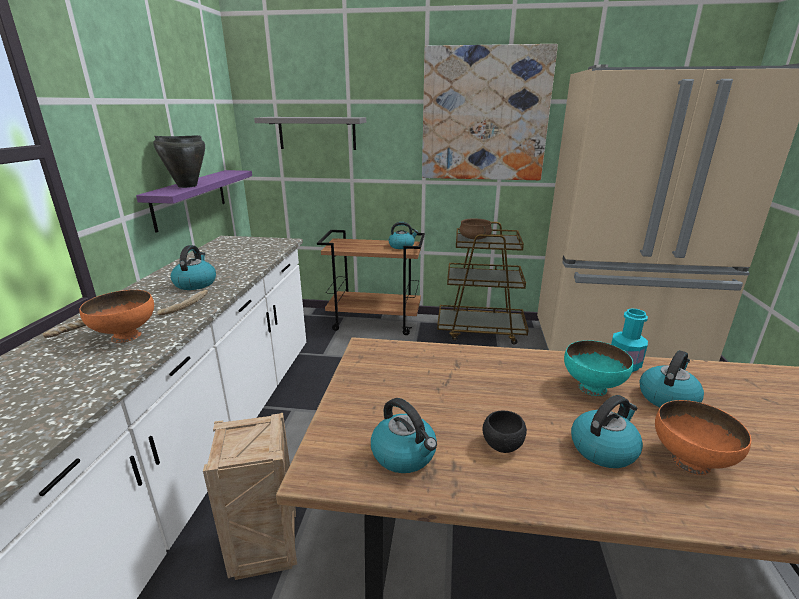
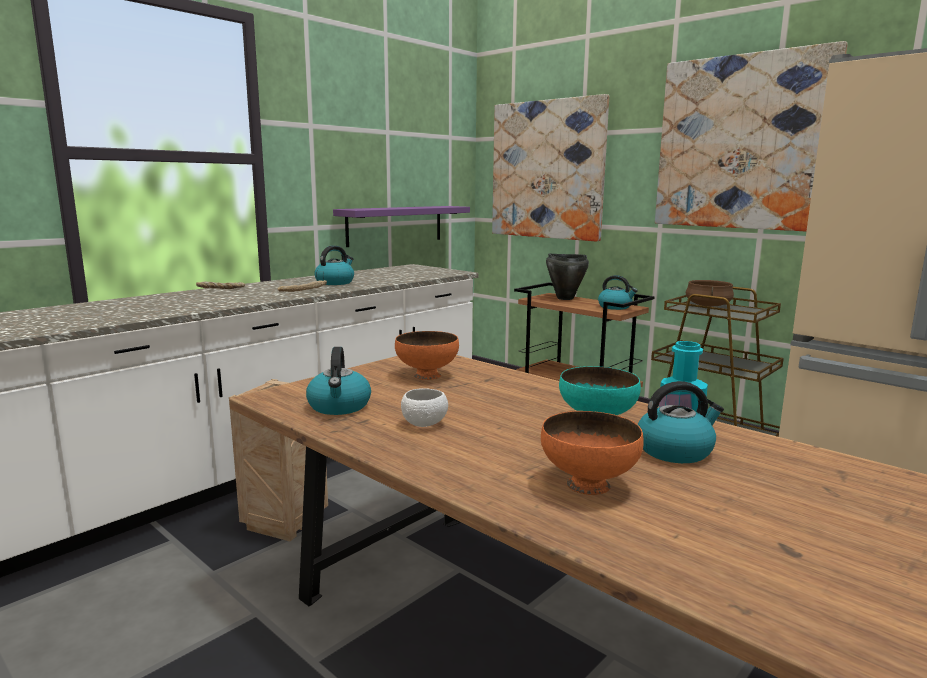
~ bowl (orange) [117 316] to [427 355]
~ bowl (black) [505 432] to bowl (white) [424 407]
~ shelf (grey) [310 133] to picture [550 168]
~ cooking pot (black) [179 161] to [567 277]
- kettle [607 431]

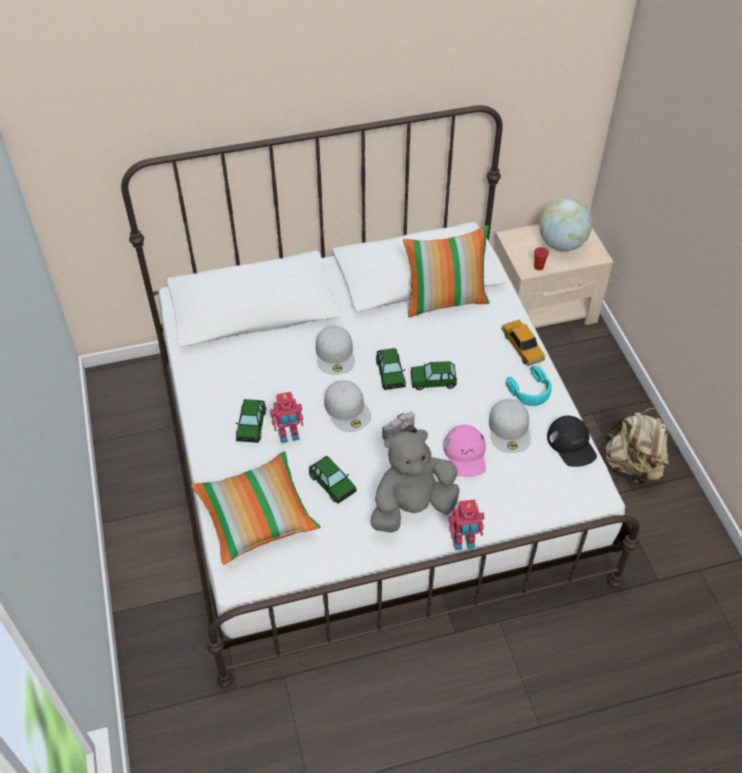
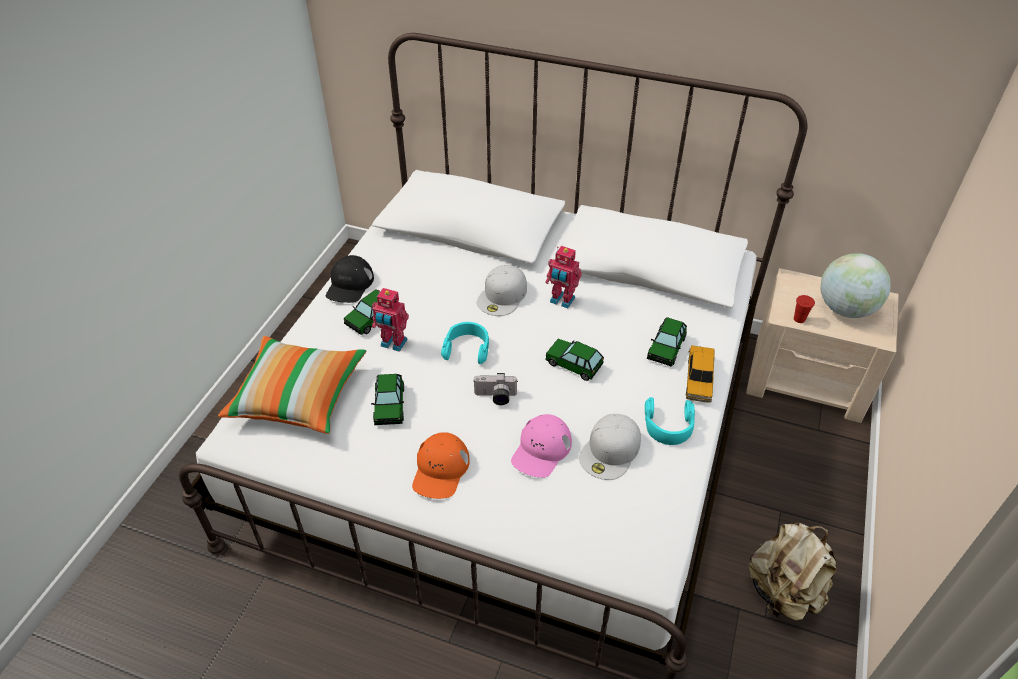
~ cap (black) [572 441] to [350 279]
~ plush toy (grey) [415 481] to cap (orange) [441 465]
~ cap (white) [347 406] to headphones (turquoise) [465 343]
~ toy robot [466 525] to [563 277]
~ toy car [391 369] to [667 342]
- pillow [446 271]

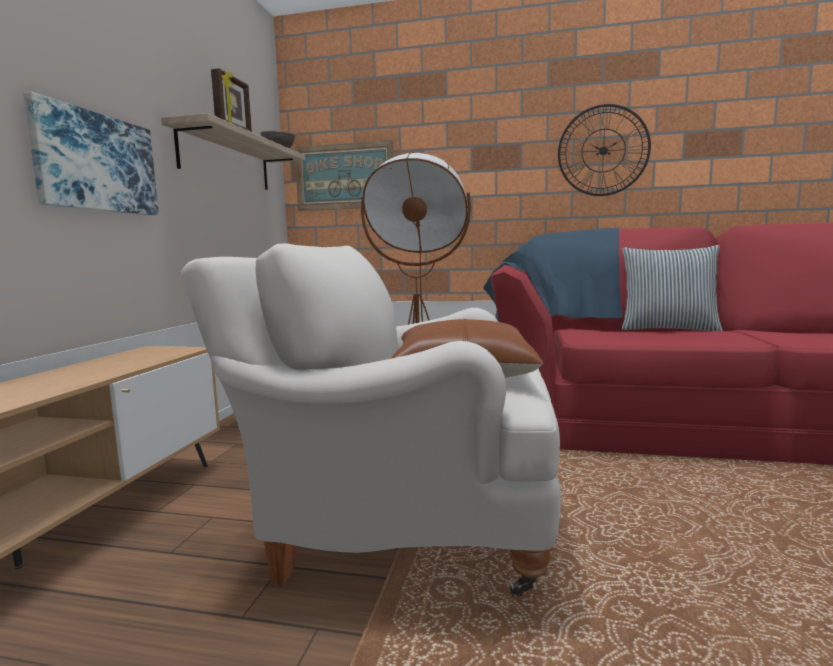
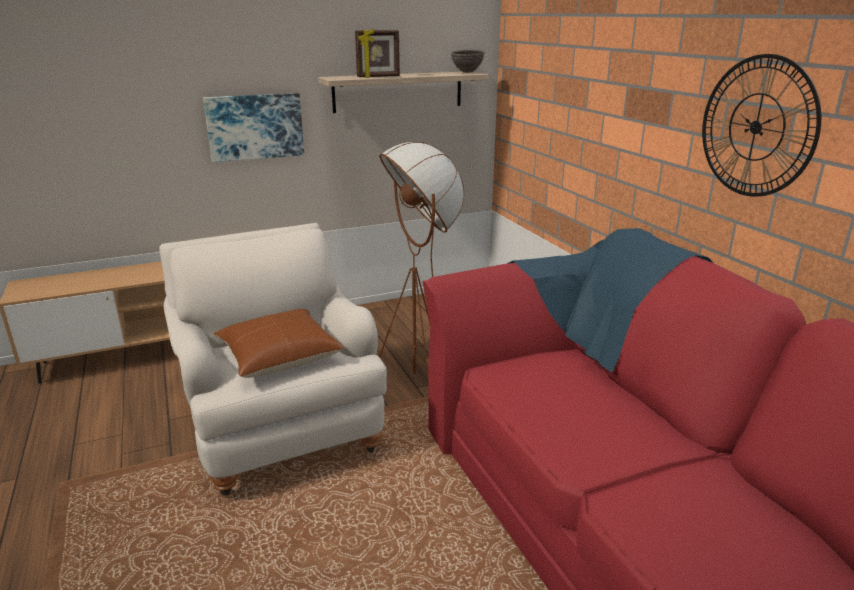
- picture [344 175]
- pillow [672 288]

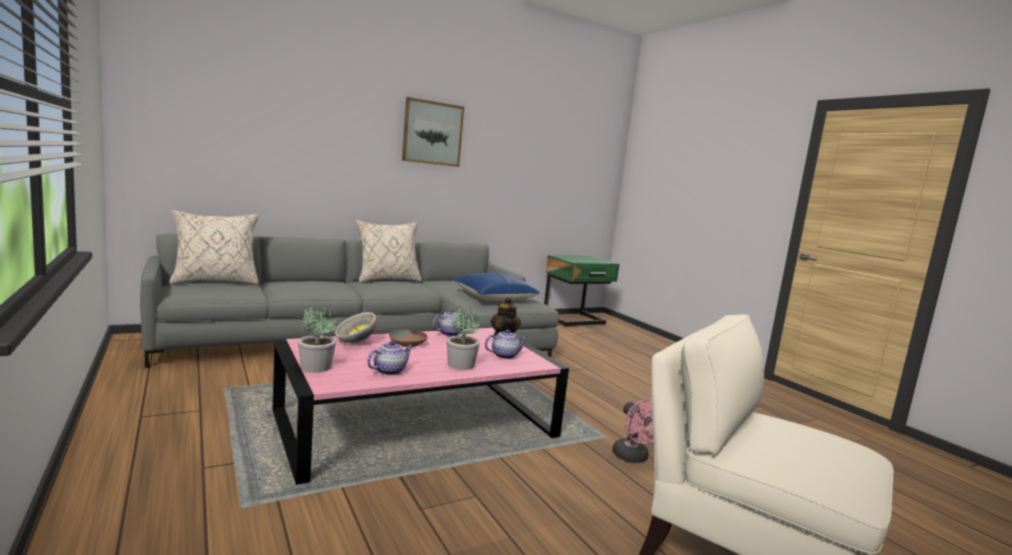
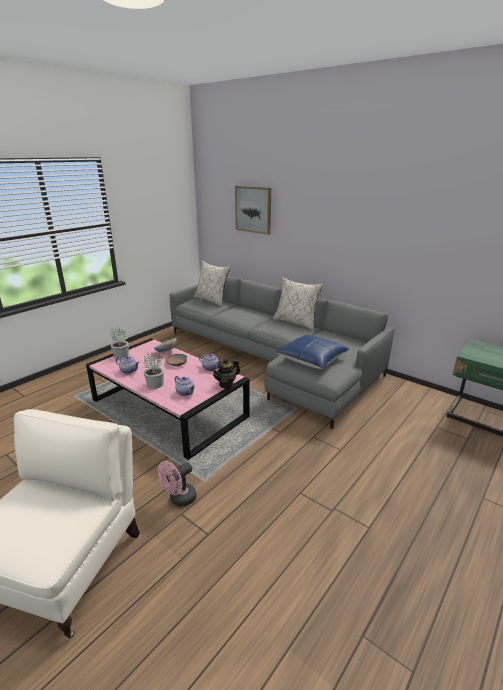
~ picture [433 132] to [253 210]

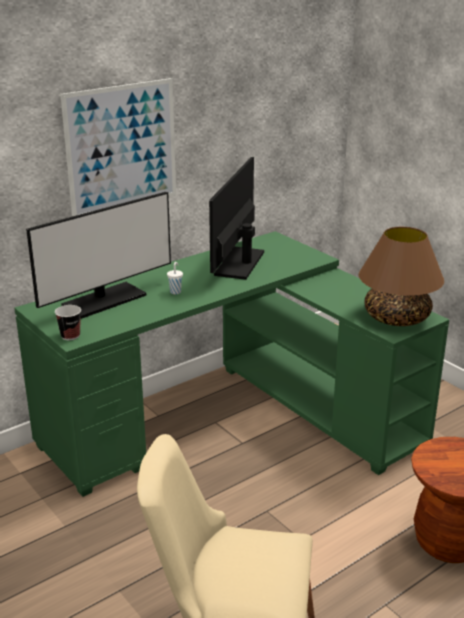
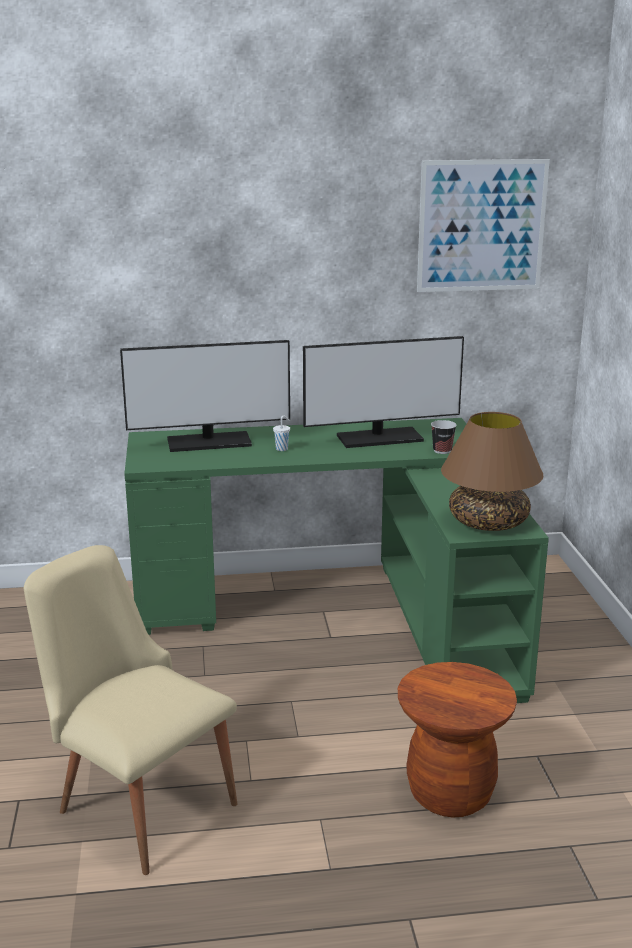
~ monitor [236 218] = [383 392] 150 degrees counterclockwise
~ picture [118 147] to [483 225]
~ cup [68 323] to [444 437]

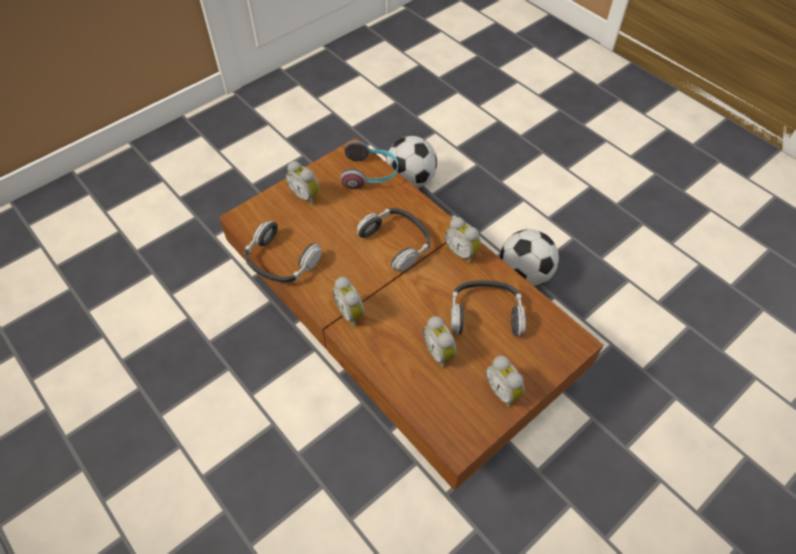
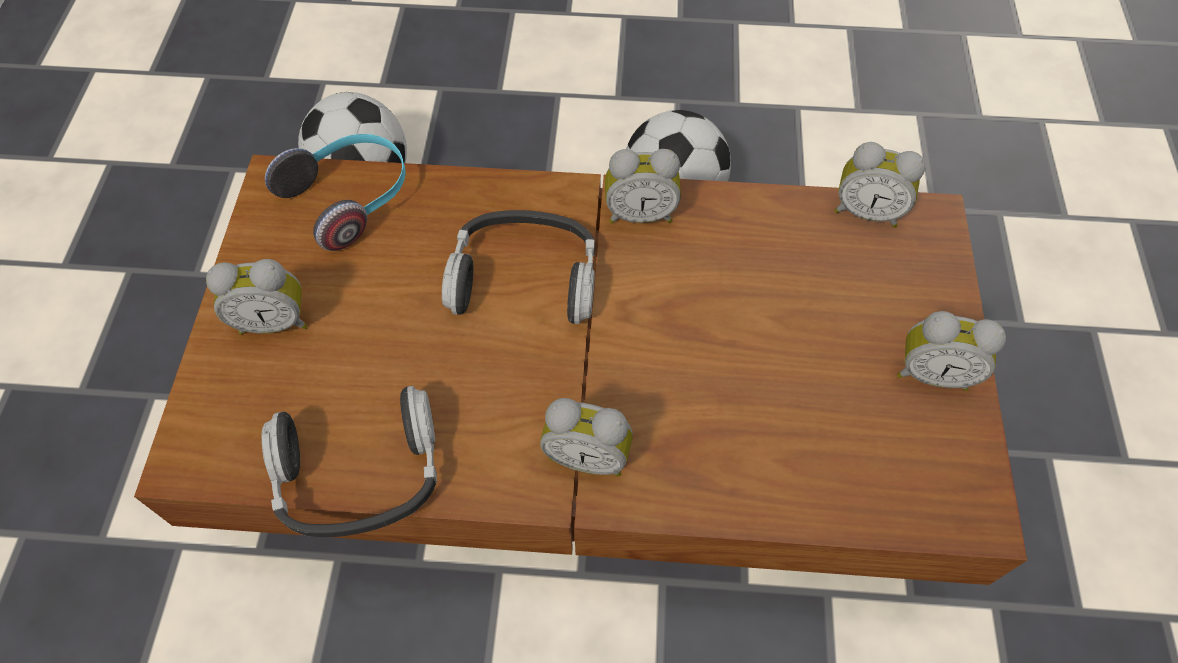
~ alarm clock [440 342] to [879 185]
- headphones [488 308]

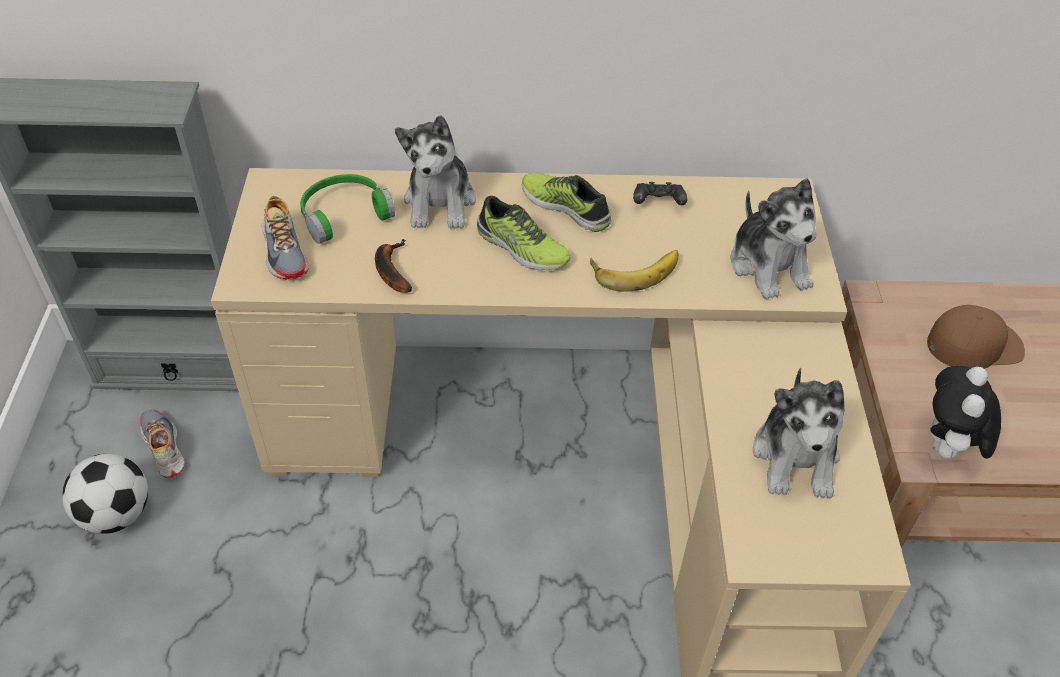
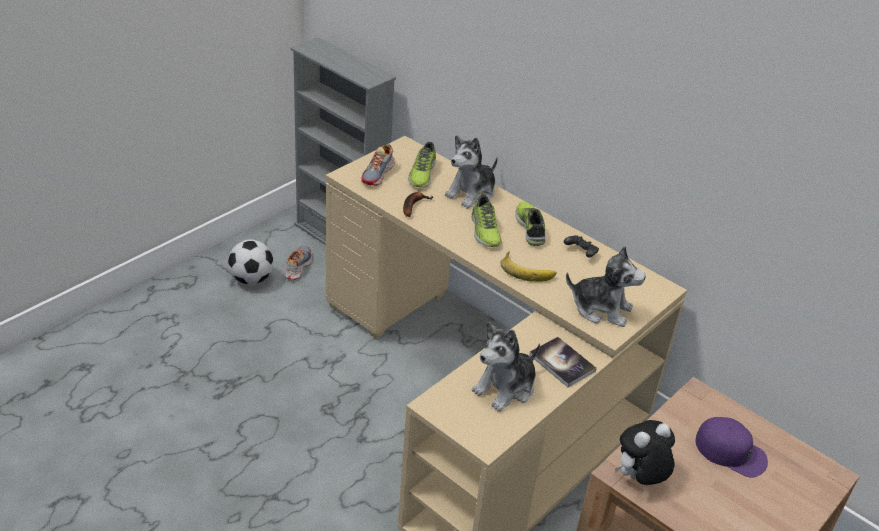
~ headphones (green) [347 209] to shoe [422 164]
+ book [563 362]
~ plush toy [773 239] = [606 286] 90 degrees counterclockwise
~ cap (brown) [976 337] to cap (purple) [732 447]

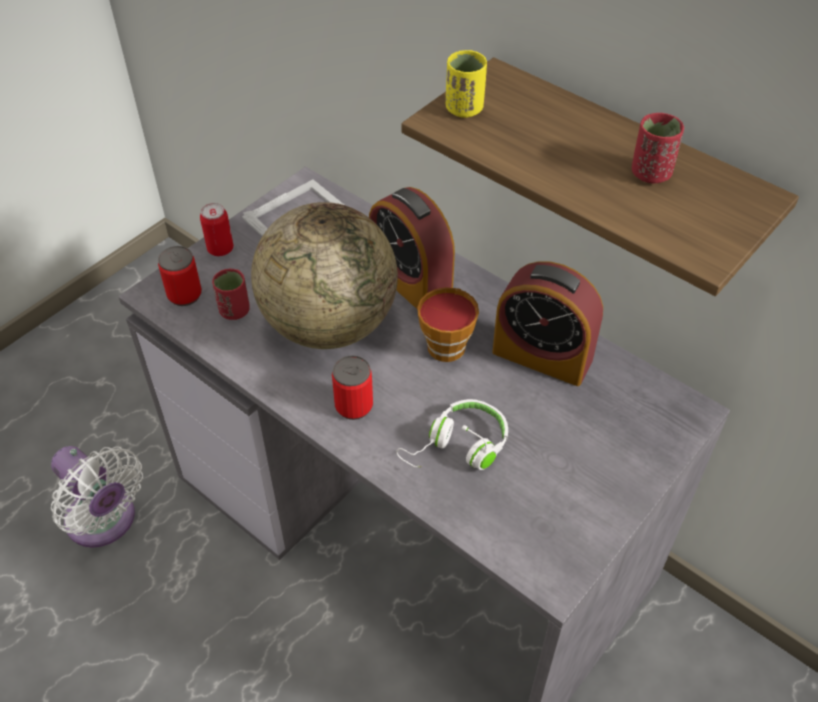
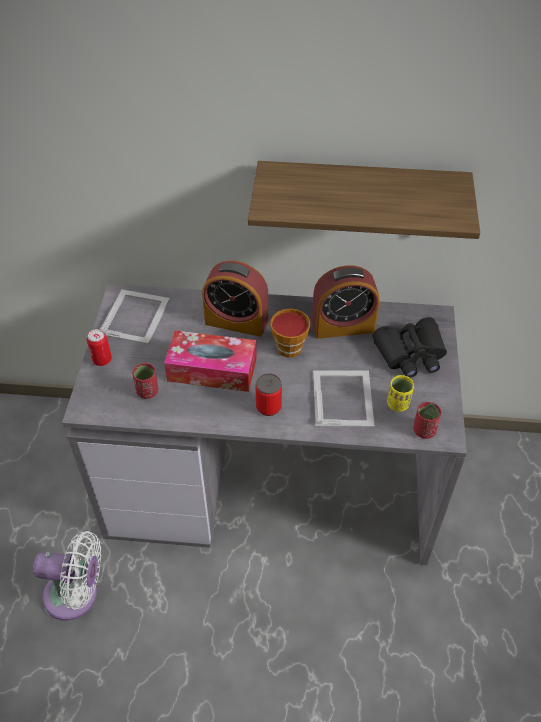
~ globe [324 275] to tissue box [210 361]
~ headphones (white) [452 434] to picture frame [343 398]
+ binoculars (black) [410 347]
~ cup (yellow) [466 84] to [400 393]
~ cup (red) [658 148] to [427 420]
- can [180 276]

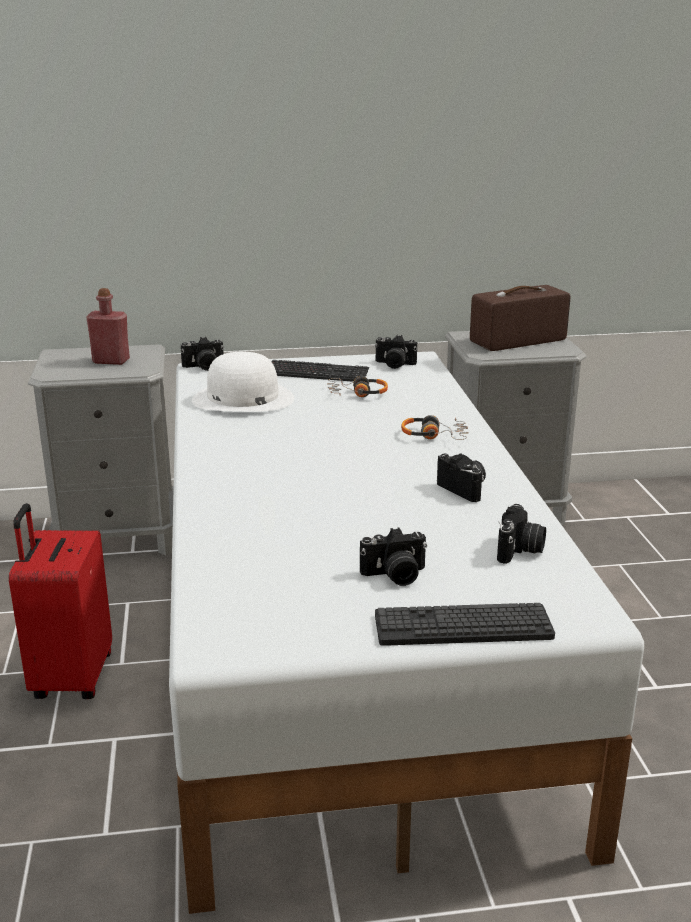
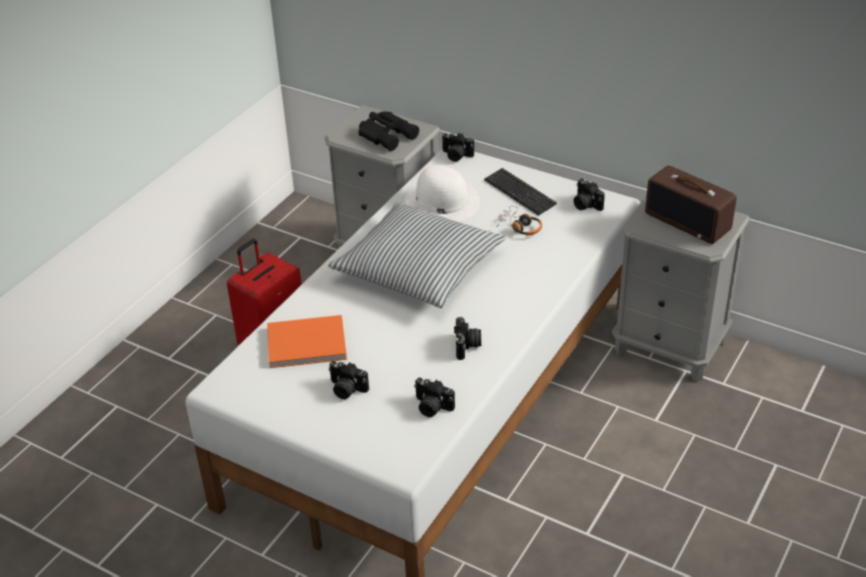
+ book (orange) [307 341]
+ pillow [417 255]
~ bottle (red) [108 326] to binoculars (black) [389 131]
~ photo camera [521 534] = [434 397] 60 degrees clockwise
~ radio [520 318] = [691 204] 150 degrees counterclockwise
- keyboard [465 624]
- headphones [435 427]

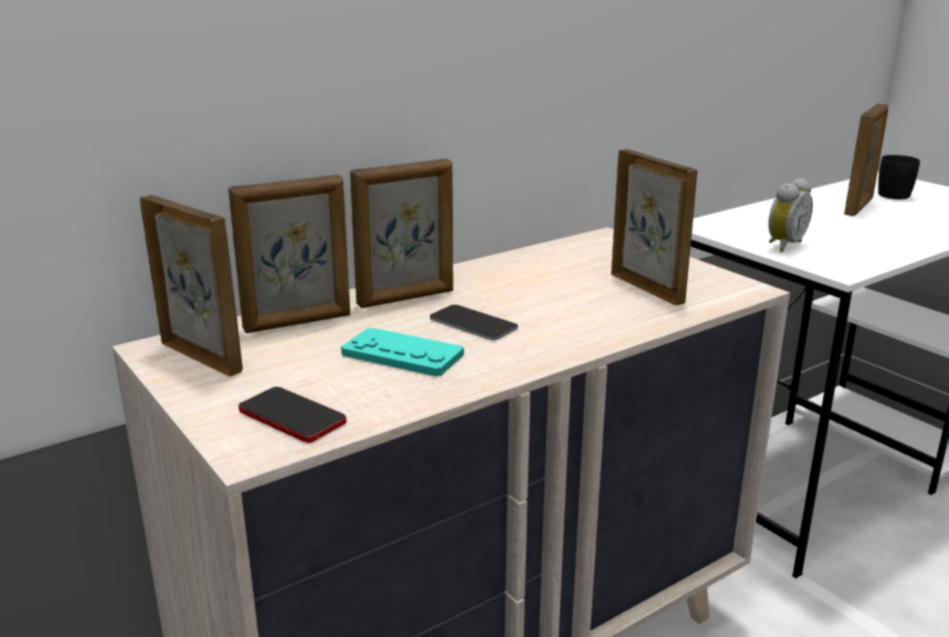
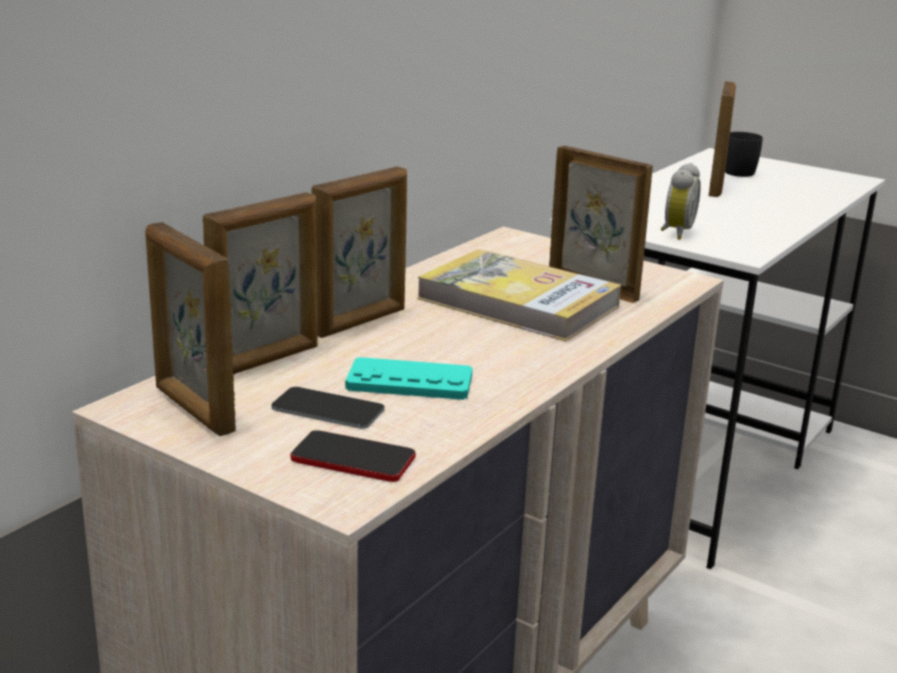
~ picture frame [191 286] = [190 329] 150 degrees counterclockwise
~ phone [474 322] to [328 408]
+ book [519 295]

